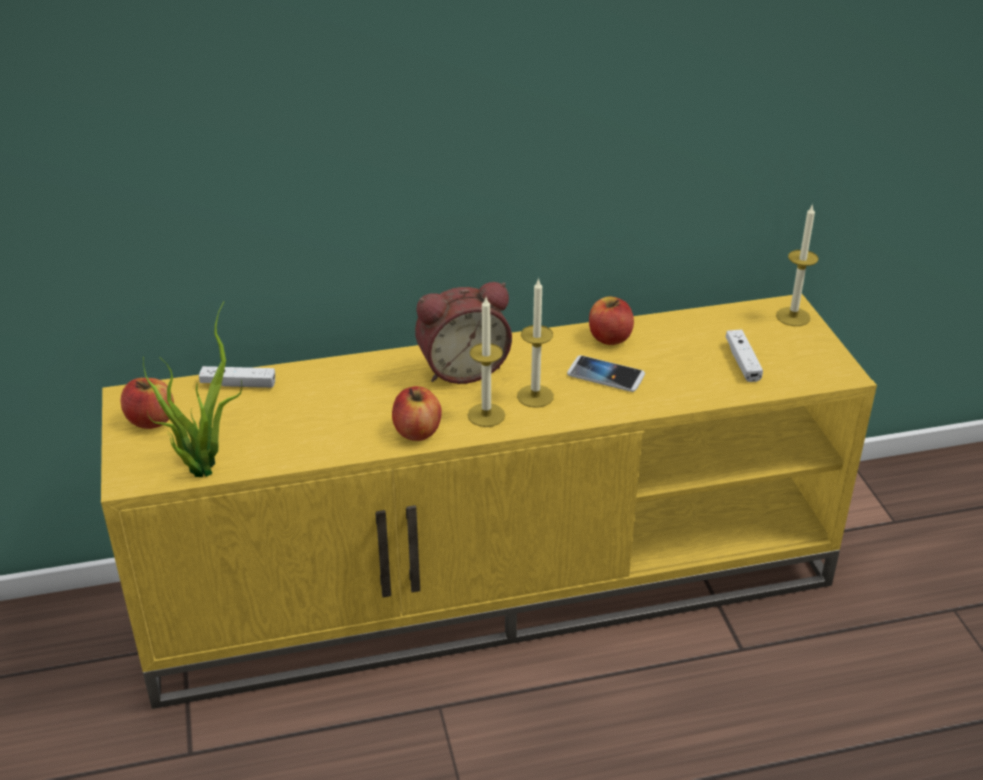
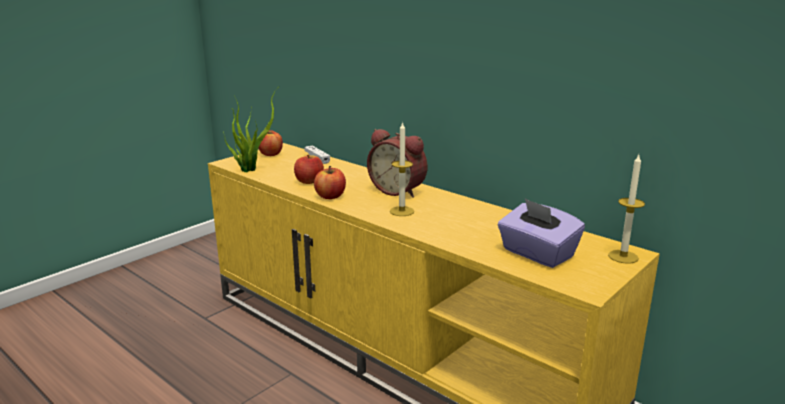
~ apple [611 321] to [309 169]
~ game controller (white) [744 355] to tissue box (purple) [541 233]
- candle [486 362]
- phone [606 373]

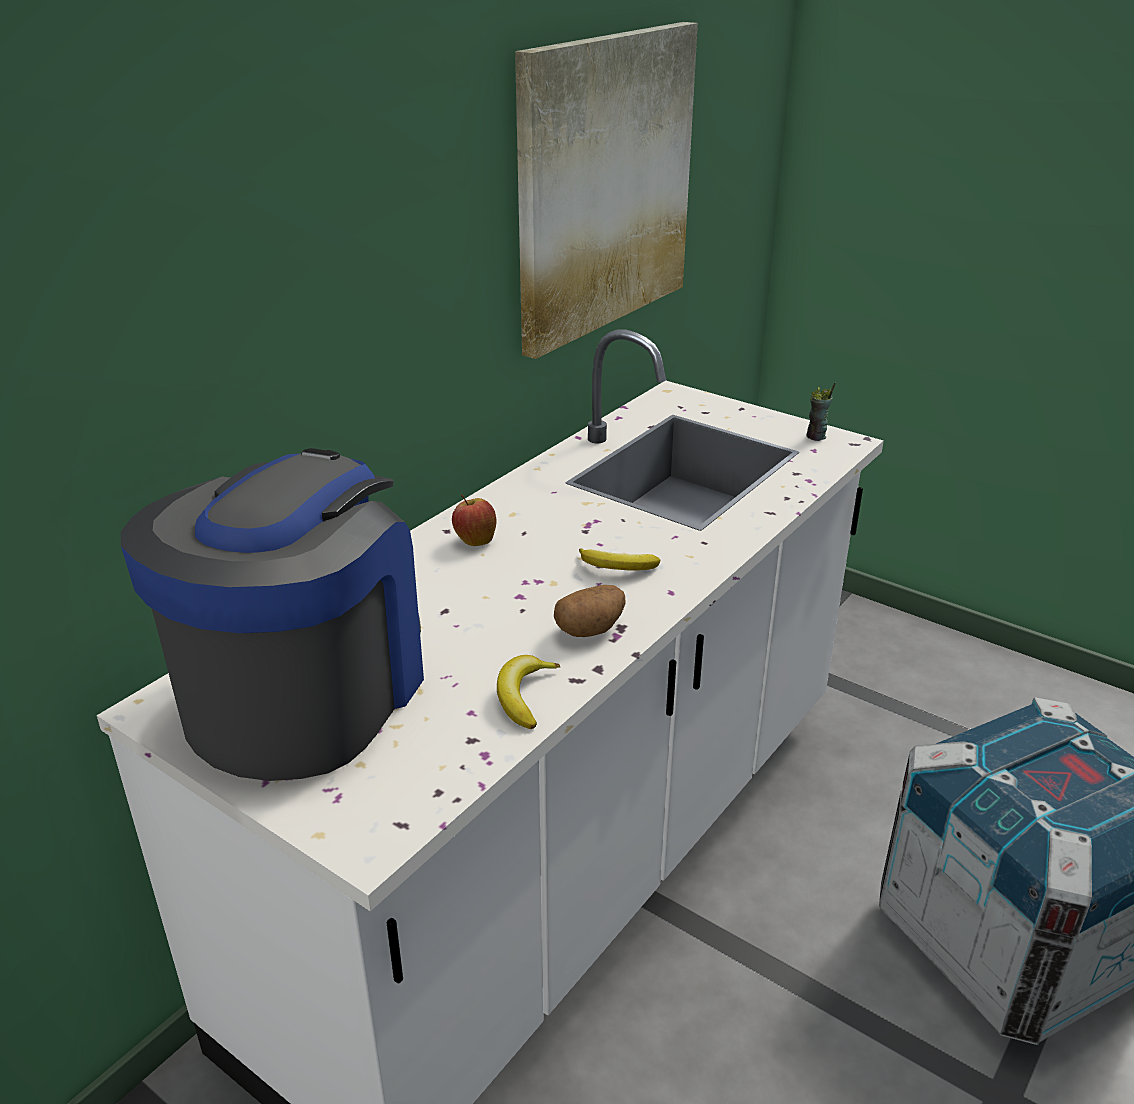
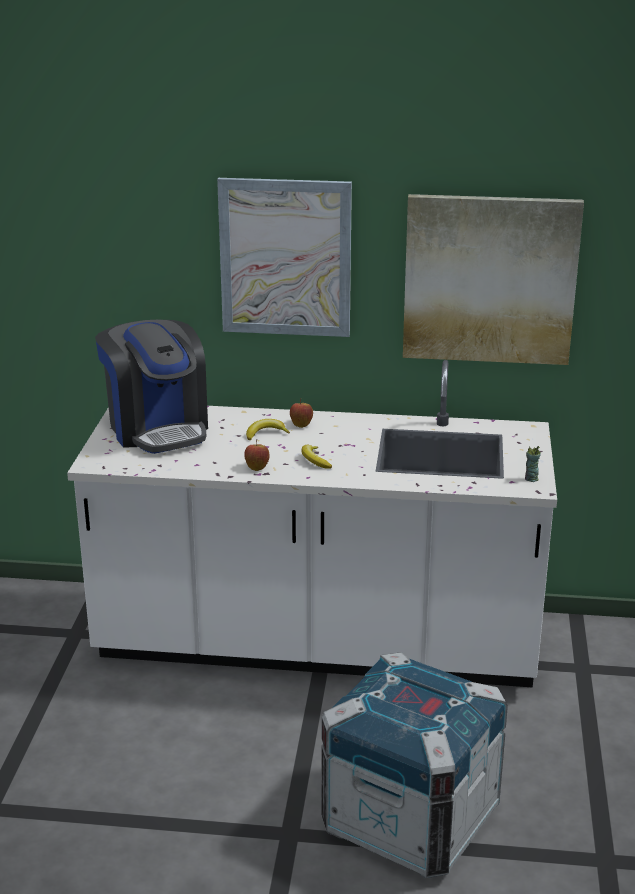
~ coffee machine [272 614] = [151 387] 75 degrees clockwise
+ picture [284 257]
~ potato [590 611] to apple [256 455]
~ banana [528 692] to [268 429]

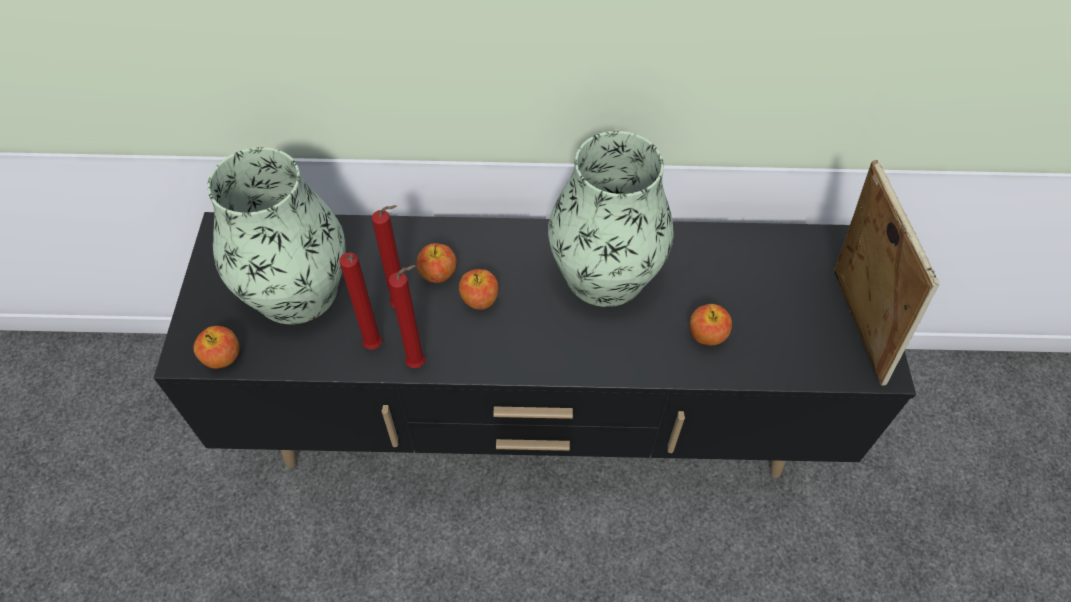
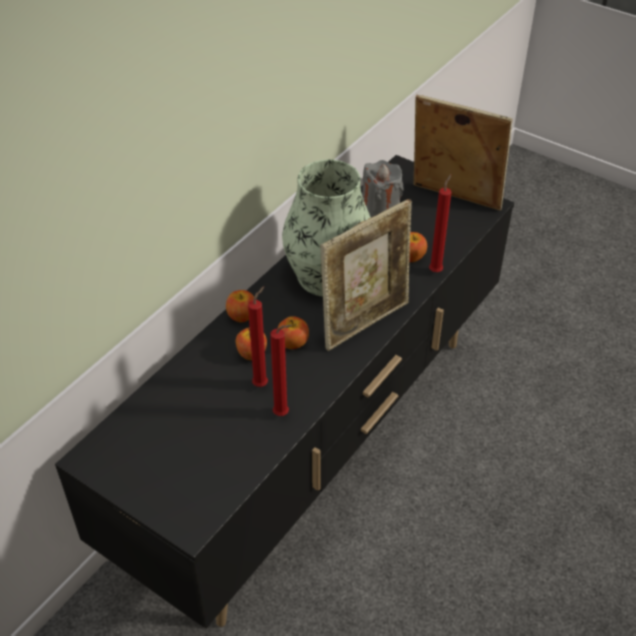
~ apple [216 347] to [240 306]
+ picture frame [366 275]
+ candle (grey) [383 189]
~ candle (red) [406 316] to [440 223]
- vase [276 235]

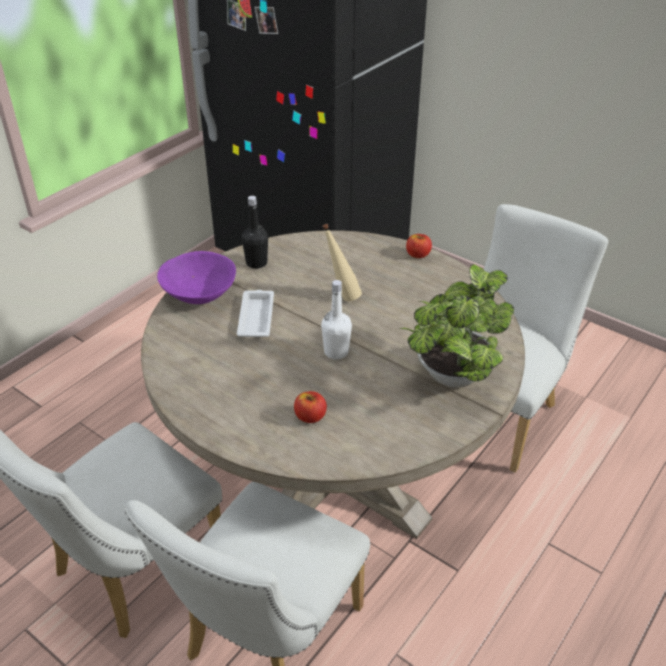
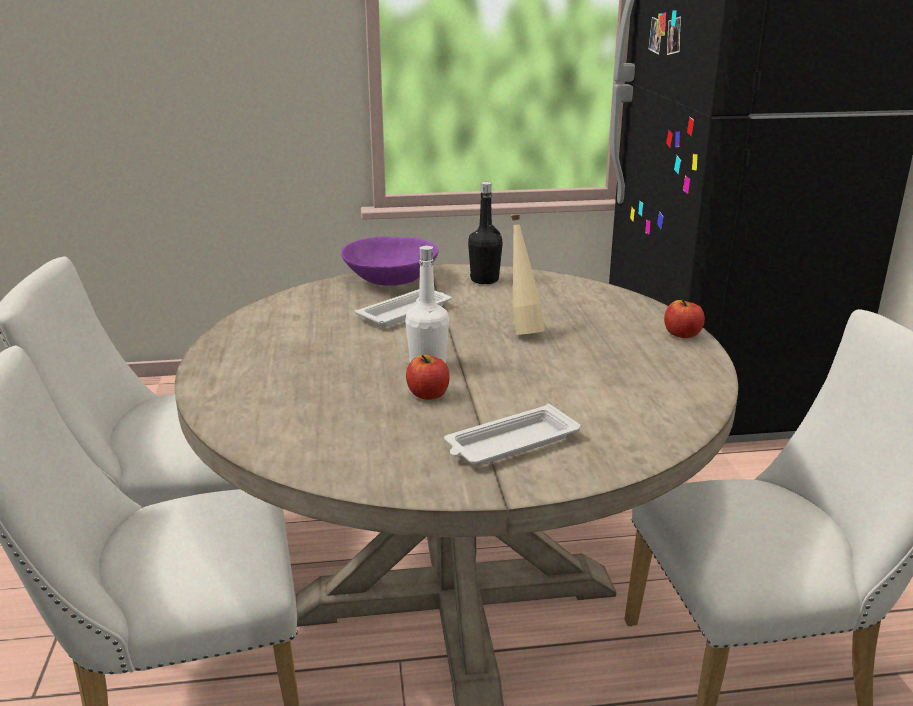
~ apple [310 407] to [428 377]
~ potted plant [457 326] to tray (white) [512 435]

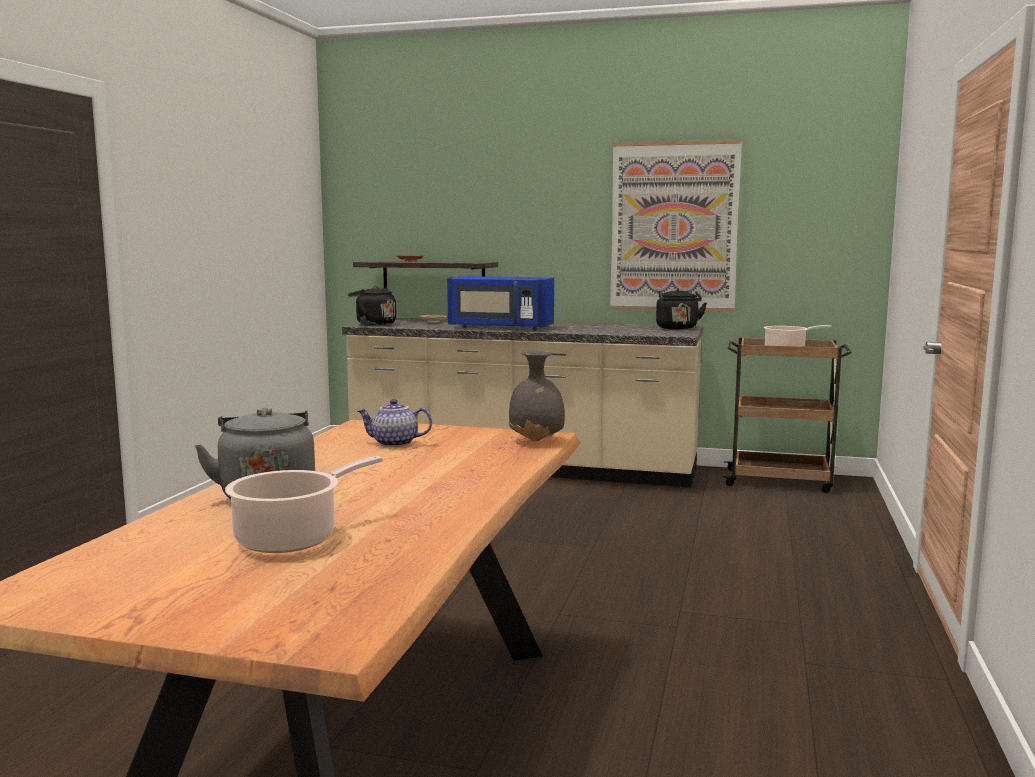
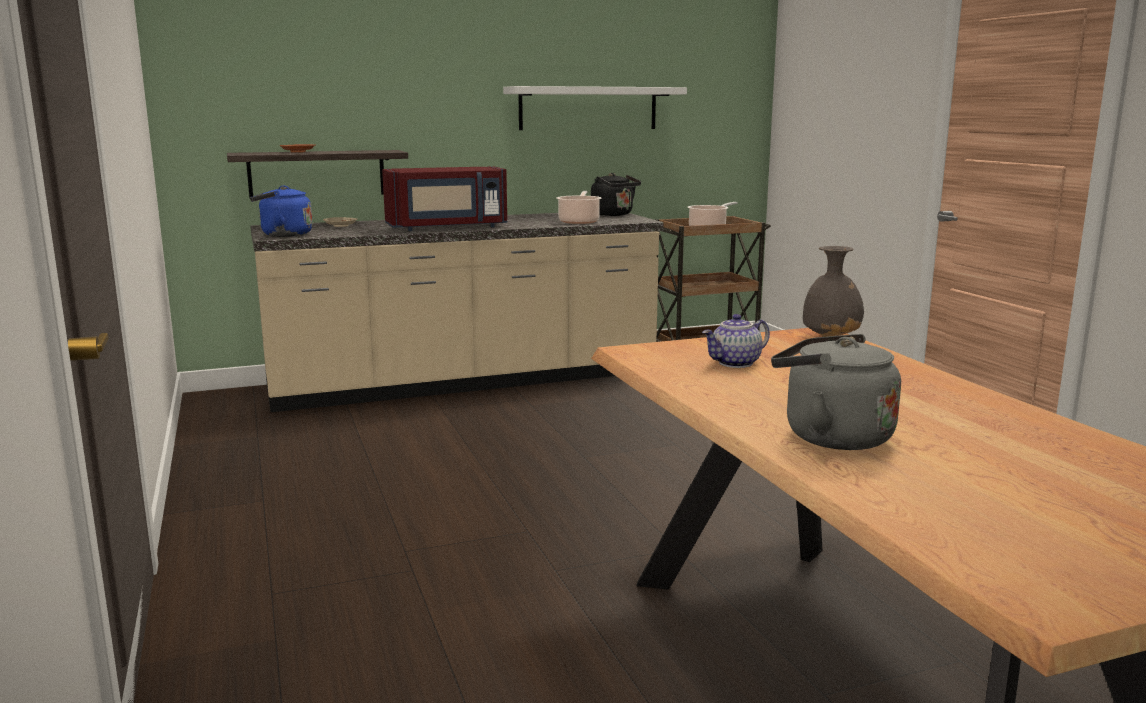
~ kettle (black) [372 306] to kettle (blue) [281 211]
~ microwave (blue) [500 303] to microwave (red) [444 198]
~ picture [676 226] to shelf (white) [595 108]
~ cooking pot [304 504] to [579 207]

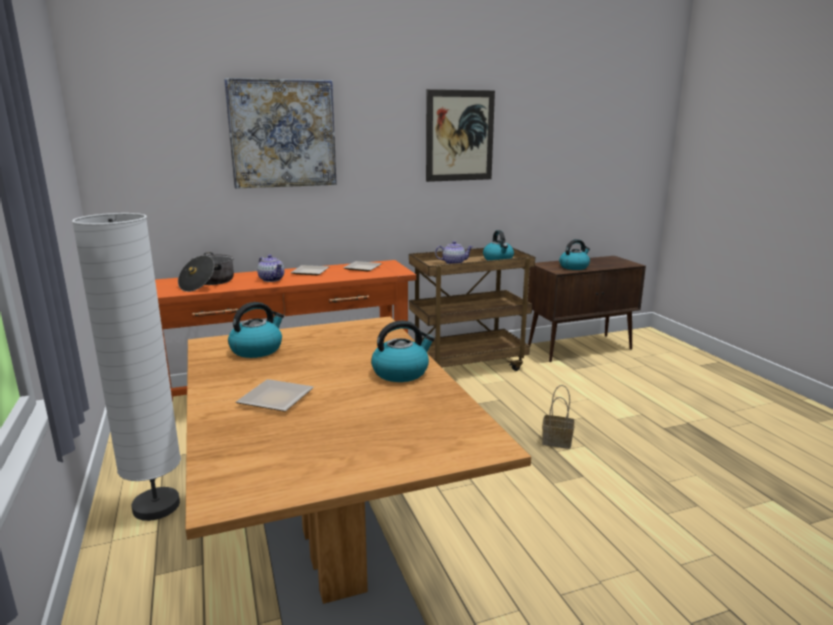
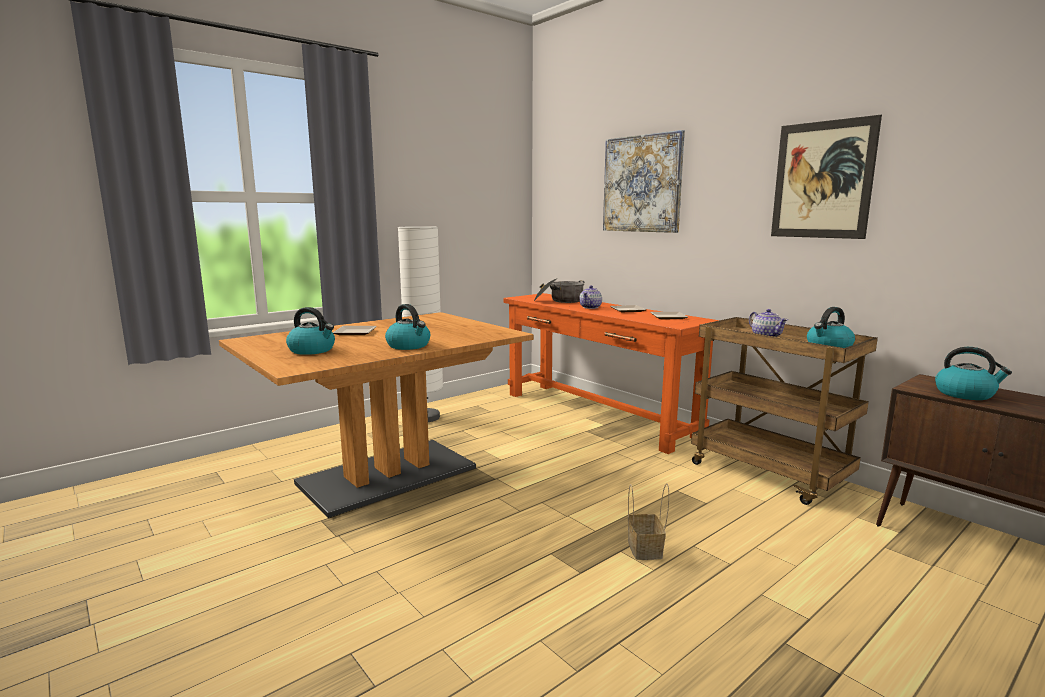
~ kettle [256 330] to [310 331]

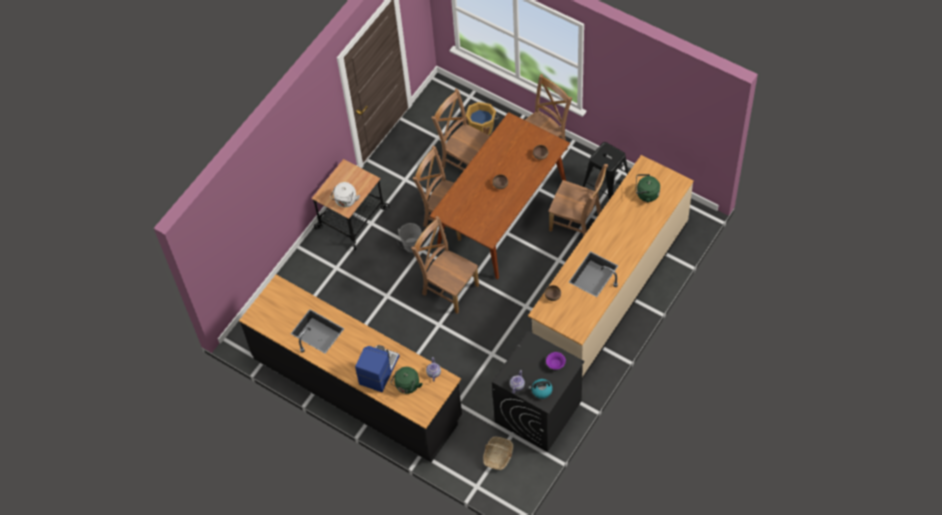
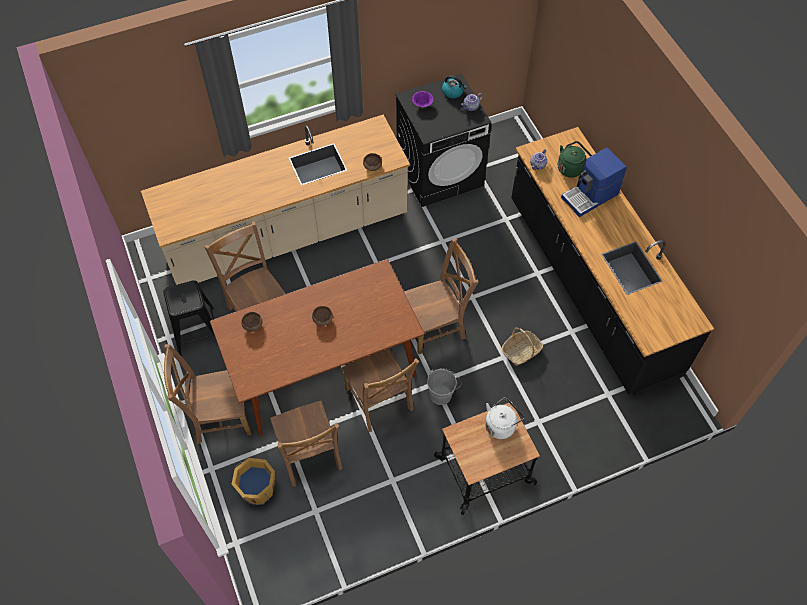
~ chair (brown) [445 265] = [441 296] 90 degrees counterclockwise
~ basket [498 453] to [522 347]
- kettle (green) [647 188]

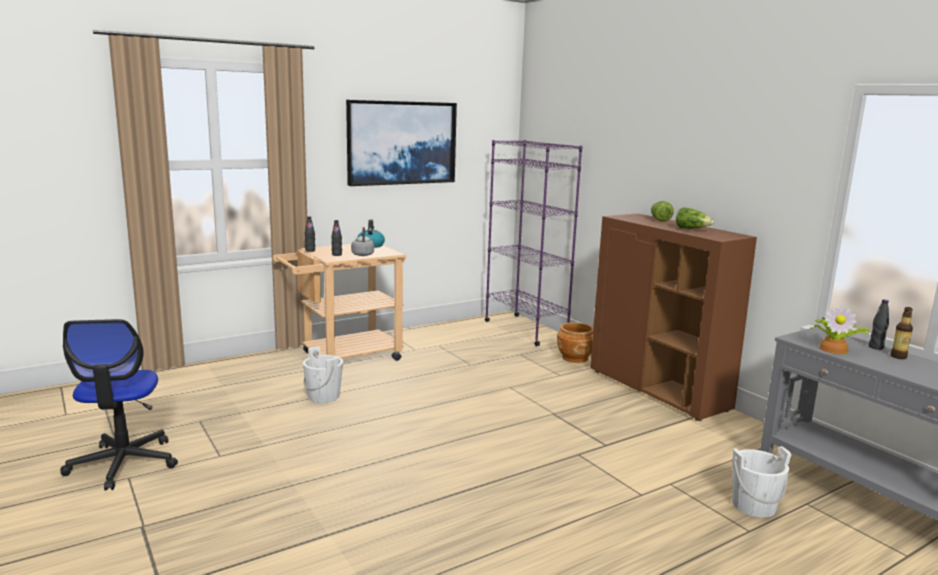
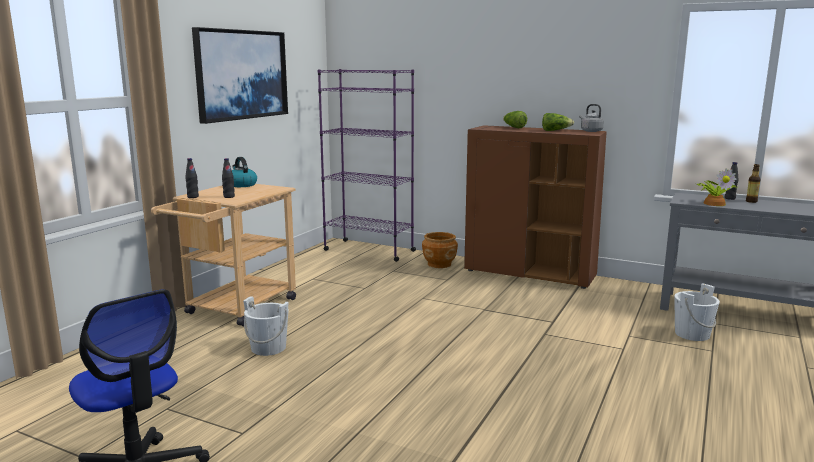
~ kettle (grey) [362 241] to [591 118]

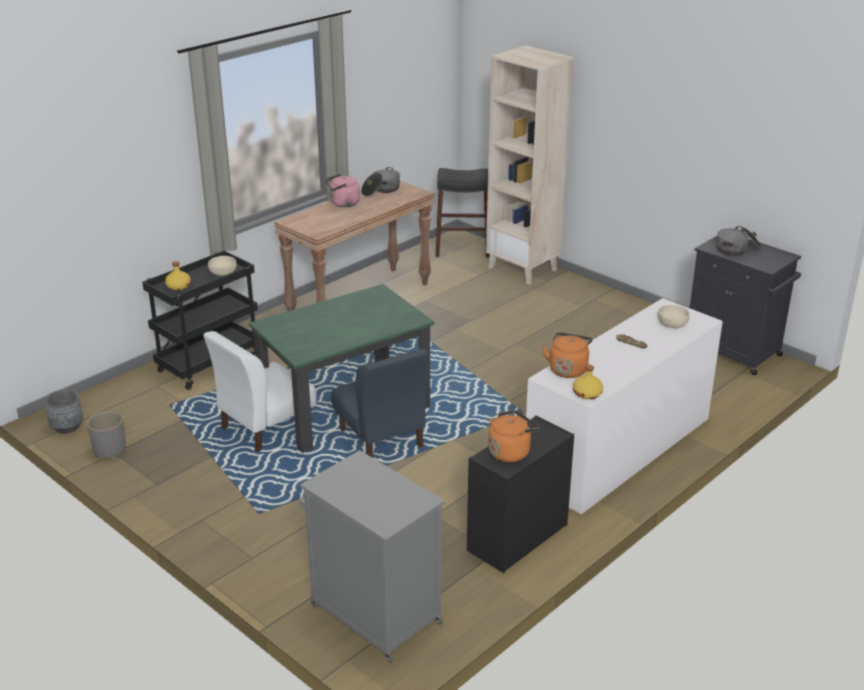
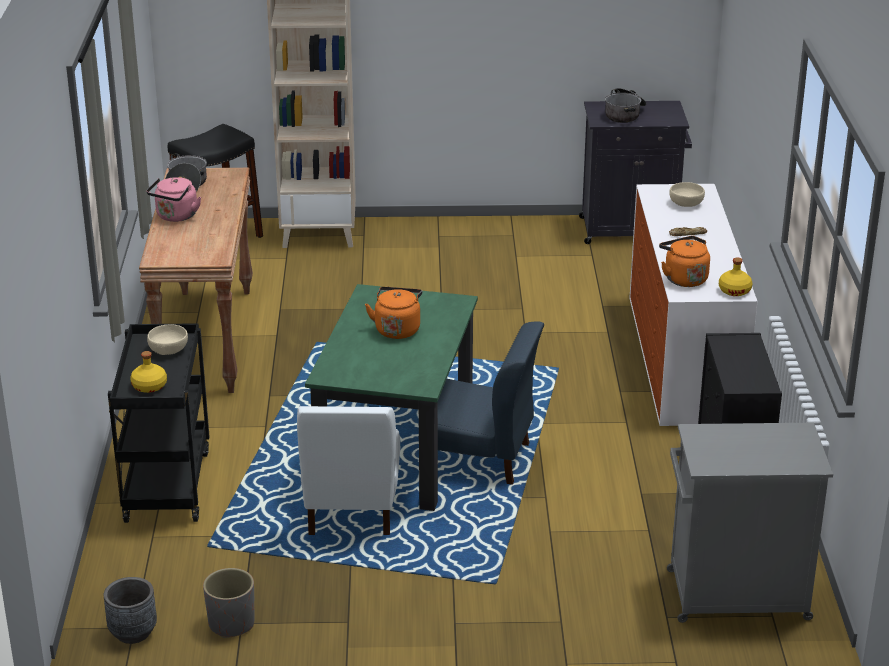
~ kettle (orange) [514 436] to [393 313]

